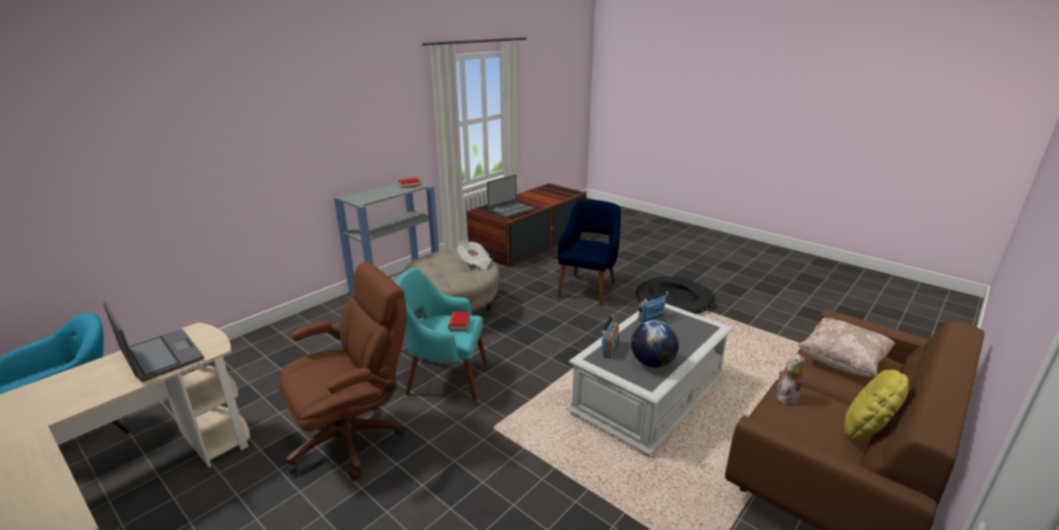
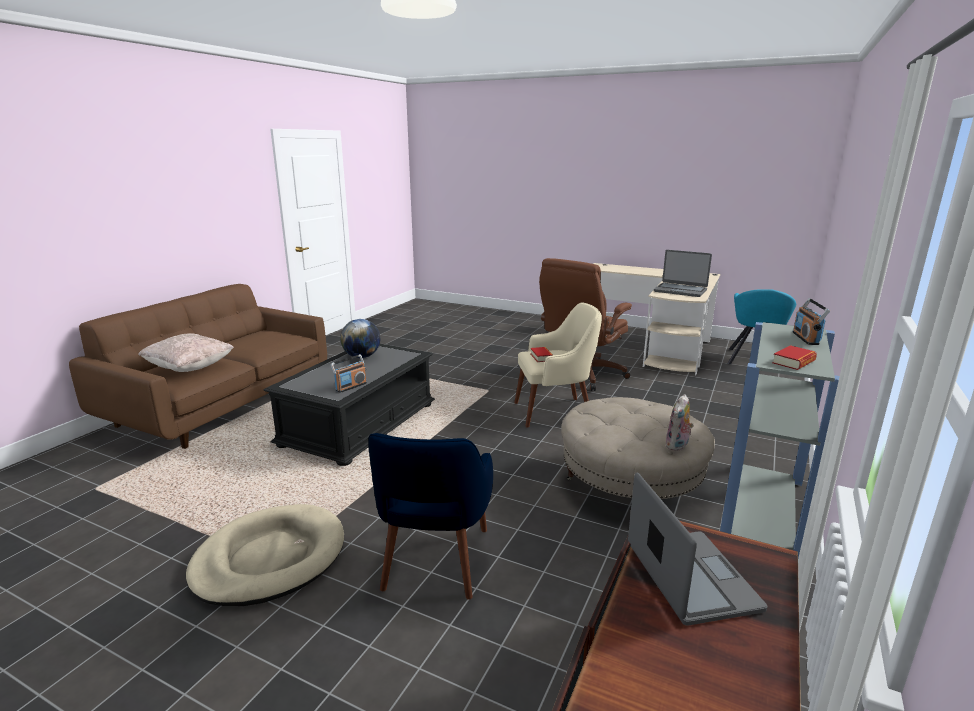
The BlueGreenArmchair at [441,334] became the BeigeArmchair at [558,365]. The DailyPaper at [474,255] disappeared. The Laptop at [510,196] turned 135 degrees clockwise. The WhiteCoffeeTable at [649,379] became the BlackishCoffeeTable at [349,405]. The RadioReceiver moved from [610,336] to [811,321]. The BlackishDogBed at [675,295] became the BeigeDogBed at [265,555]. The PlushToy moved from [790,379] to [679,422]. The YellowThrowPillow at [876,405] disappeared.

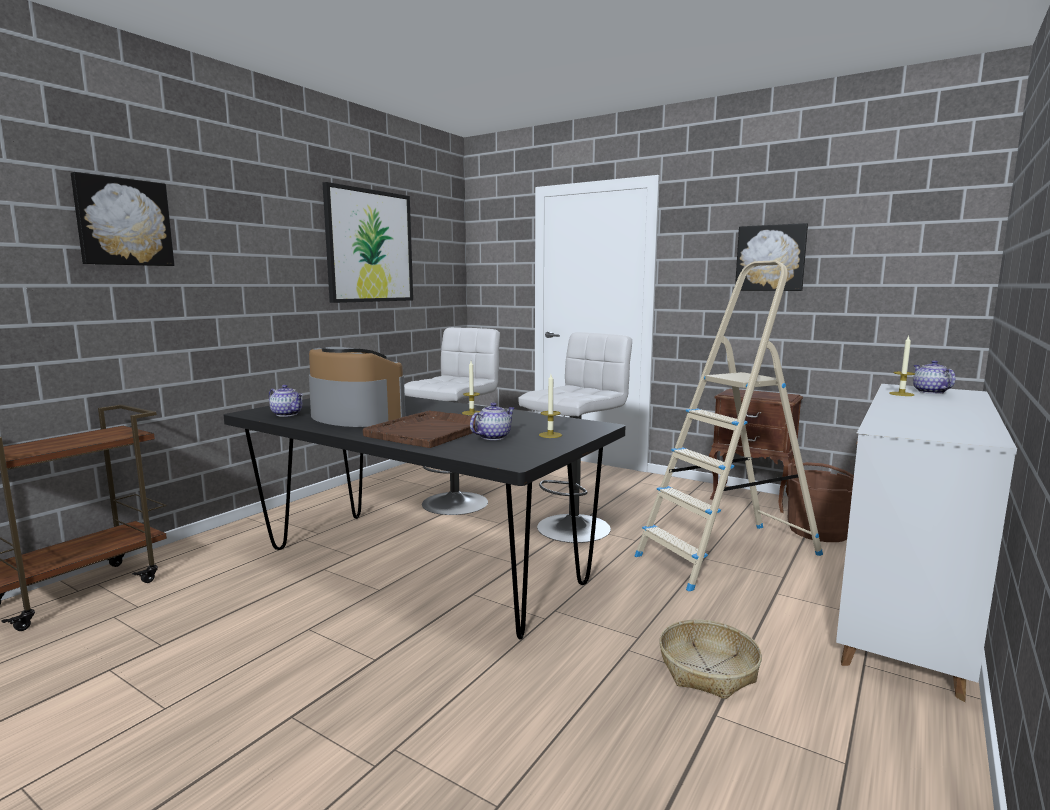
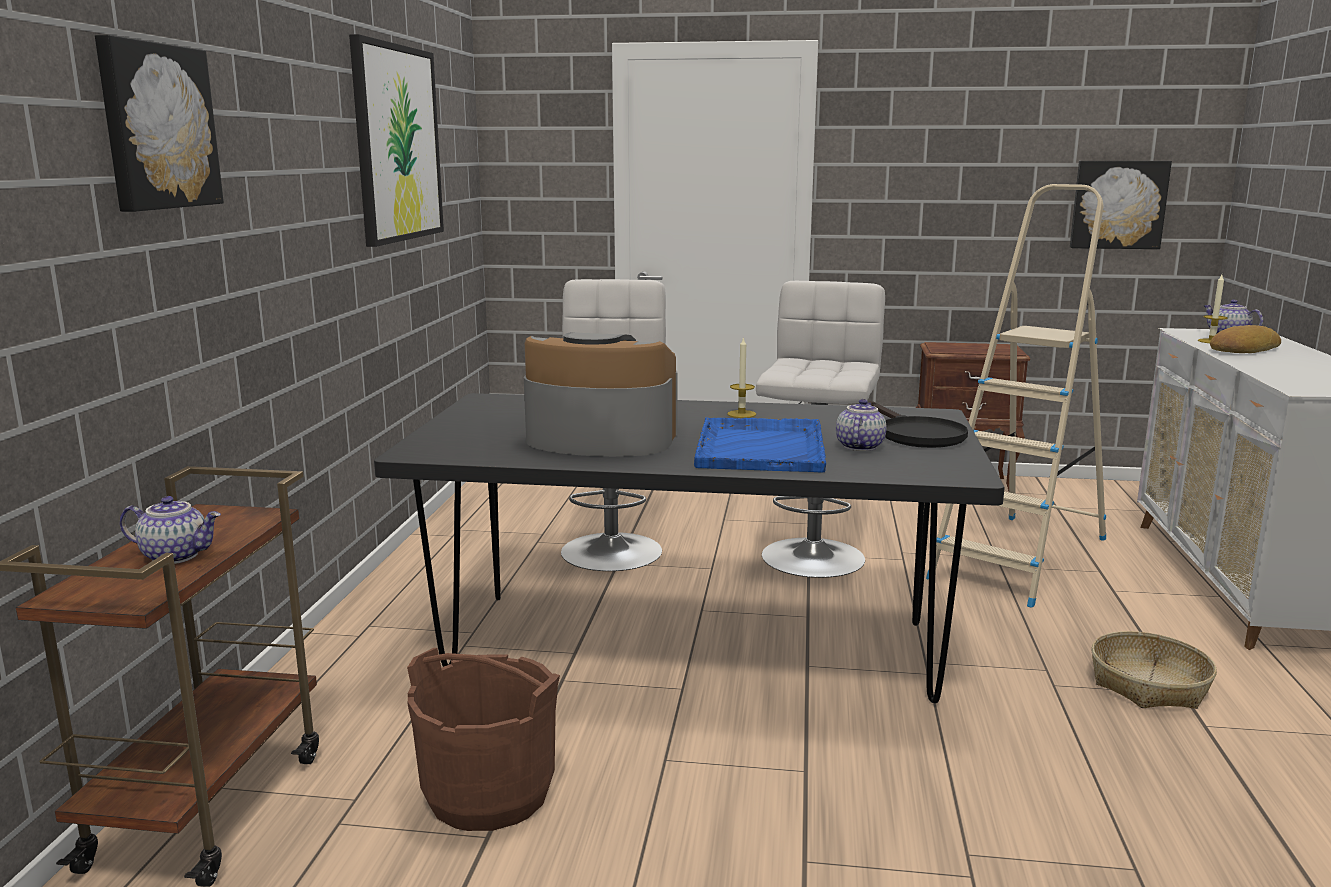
The Teapot moved from [286,401] to [170,530]. The BrownColouredTray at [419,429] became the BluishTray at [760,444]. The WaxLight at [550,406] was replaced by the BlackishFryingPan at [918,424]. The WallPicture moved from [771,257] to [1121,205]. The BrownColouredPail moved from [821,502] to [483,739]. The BakedBread at [1245,339] appeared.

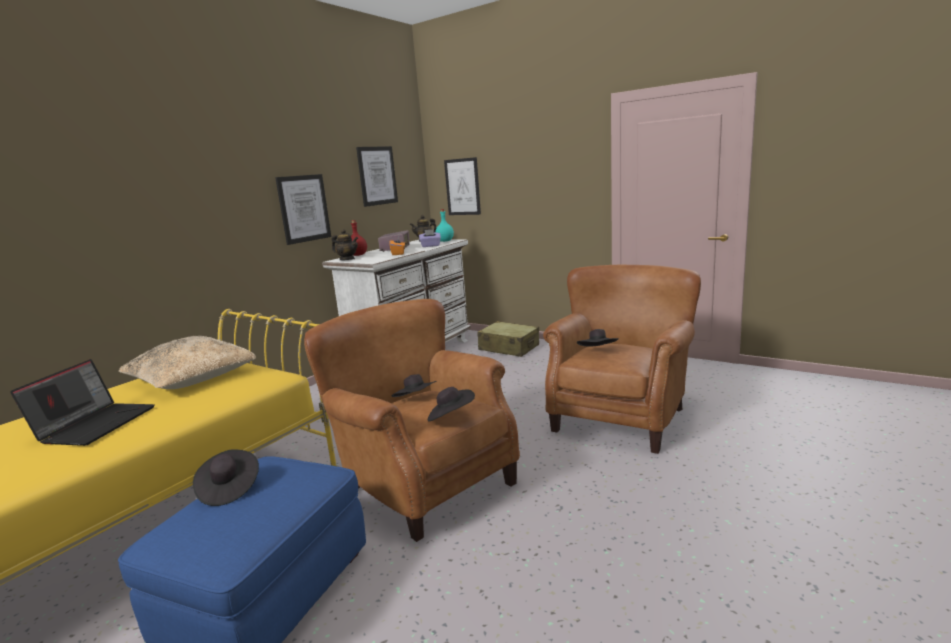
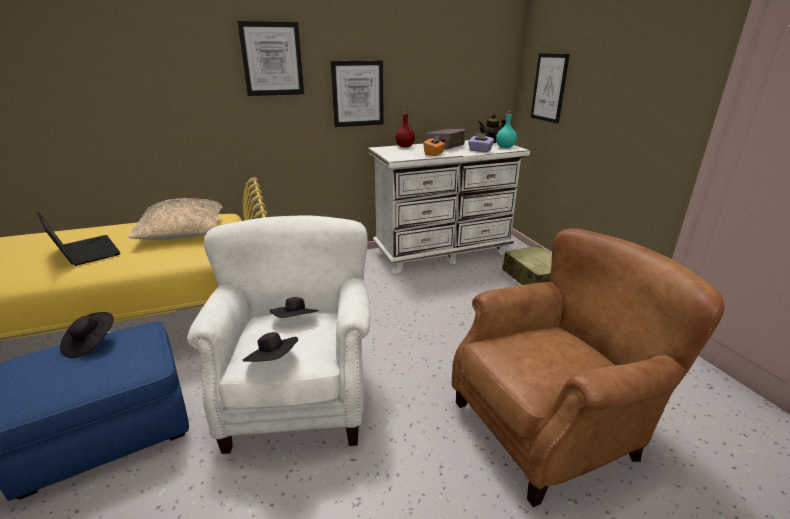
The Laptop at [82,402] turned 90 degrees counterclockwise. The BrownColouredArmchair at [412,420] became the WhiteArmchair at [278,335]. The Teapot at [344,244] disappeared. The WallPicture moved from [377,176] to [270,58]. The BlackishWearableHat at [598,338] disappeared.

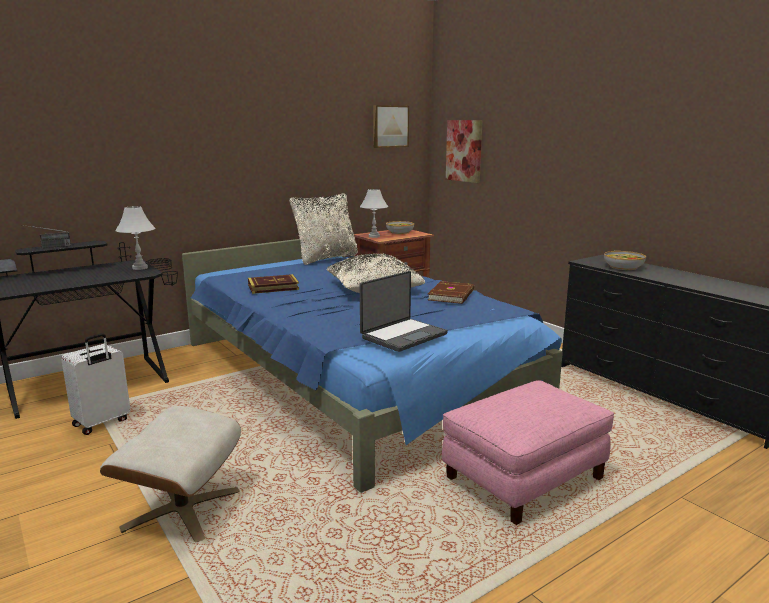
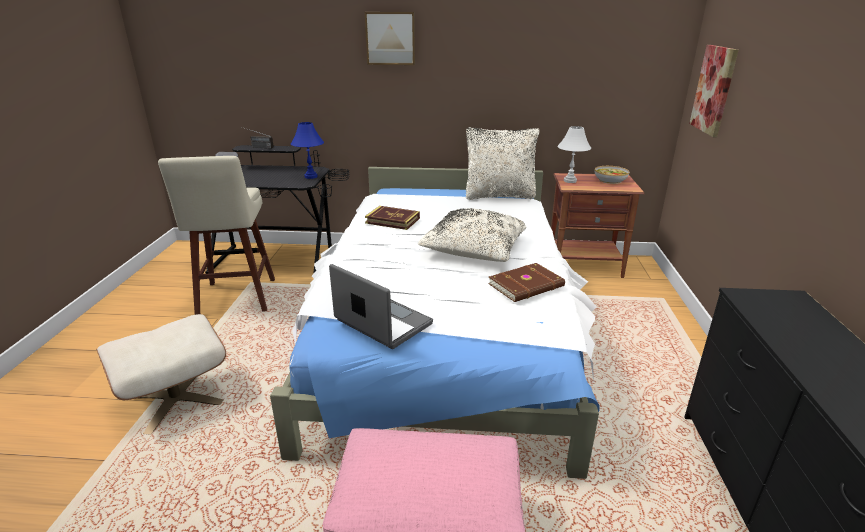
The WhitePieceOfLuggage at [96,384] was replaced by the BeigeStool at [216,235]. The WhiteTabletopLamp at [135,238] became the BluishTabletopLamp at [307,150]. The BluishBedroomBed at [372,366] became the WhiteBedroomBed at [435,323]. The Laptop at [404,311] turned 135 degrees counterclockwise. The WallPicture moved from [391,126] to [390,38]. The ServingBowl at [625,260] disappeared.

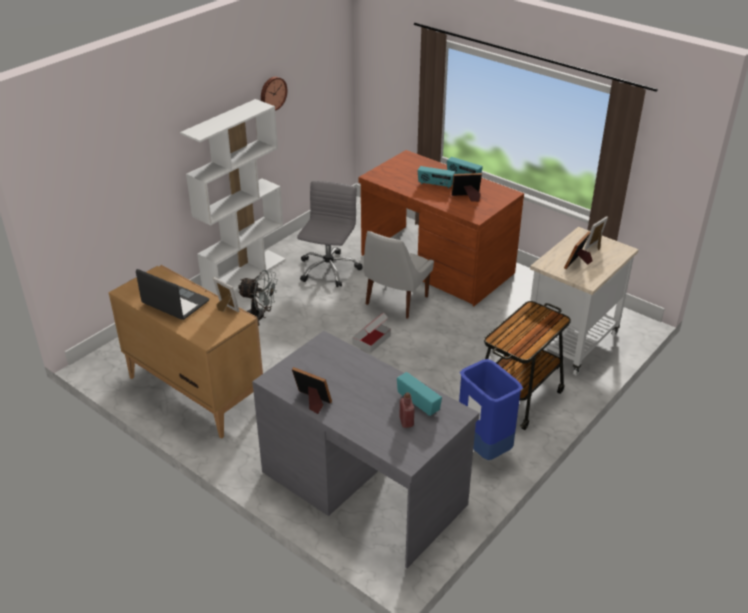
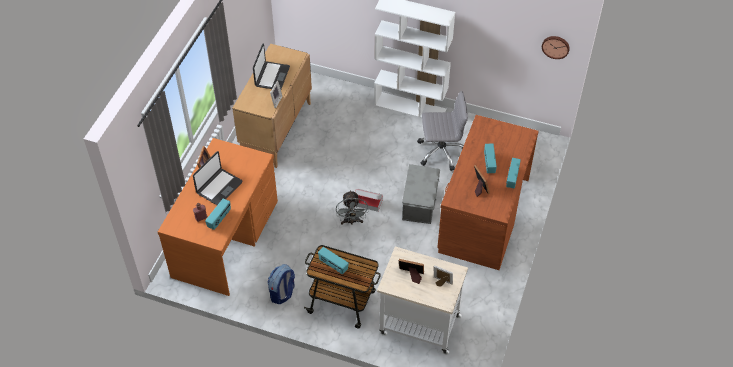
The GrayCoolingFan moved from [258,298] to [352,207]. The GrayDeskTable at [366,449] became the OrangeDeskTable at [218,217]. The WallClock moved from [274,94] to [556,47]. The WhitePlainChair at [399,275] was replaced by the GrayStorageContainer at [421,194]. The BluishWasteBin at [491,409] was replaced by the Backpack at [281,284]. The Laptop at [218,178] appeared. The RadioReceiver at [333,260] appeared.

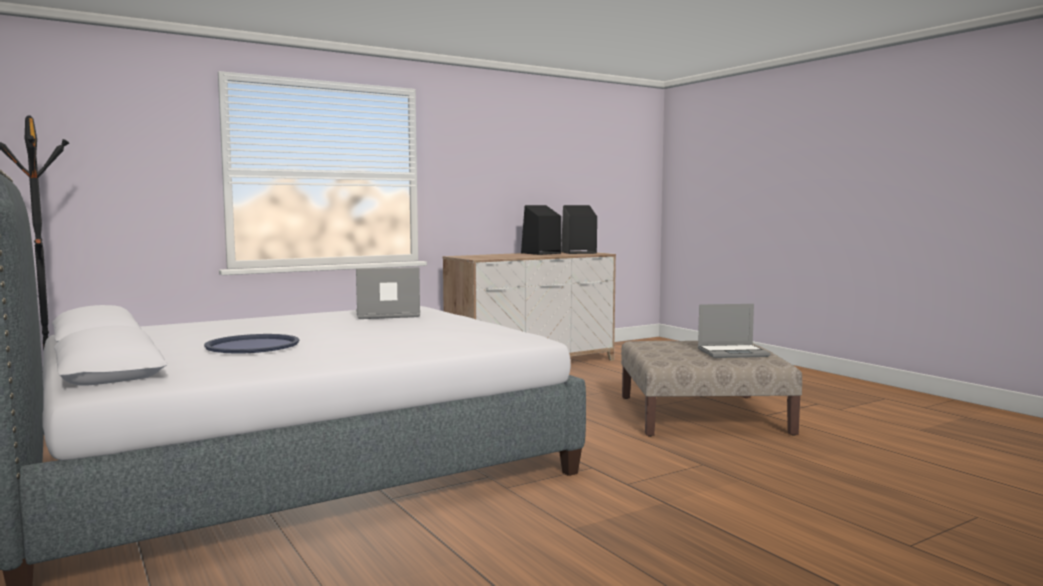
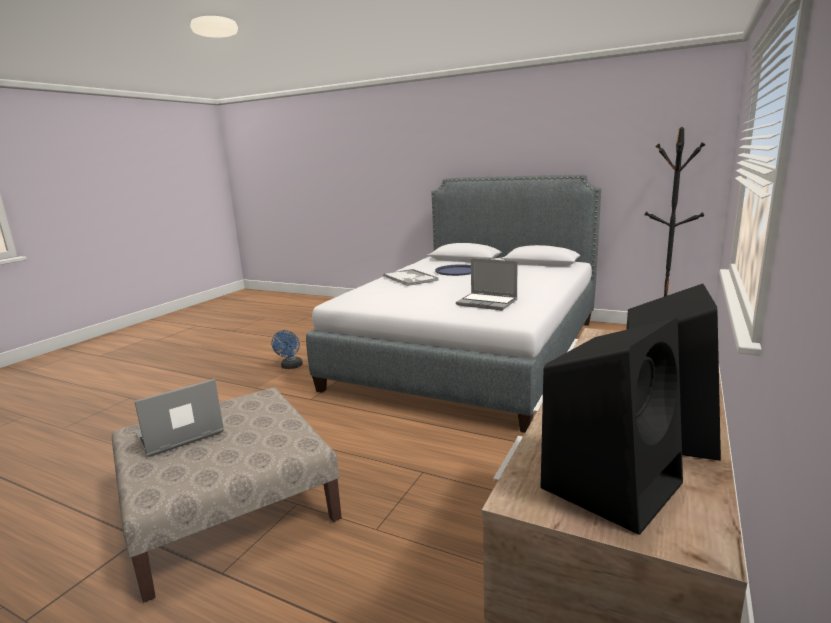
The Laptop at [388,293] turned 75 degrees clockwise. The BluishCoolingFan at [287,349] appeared. The Tray at [410,277] appeared.

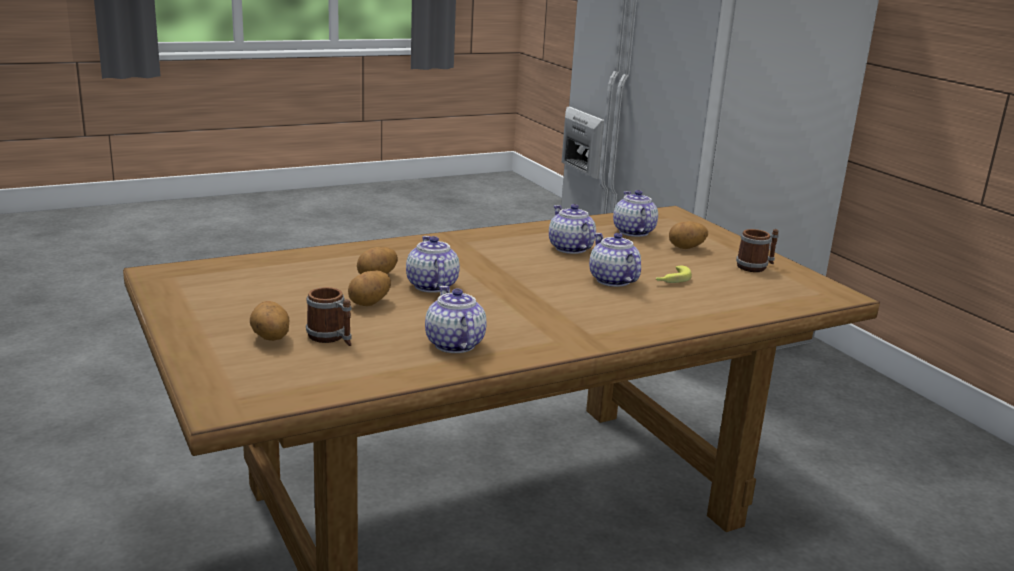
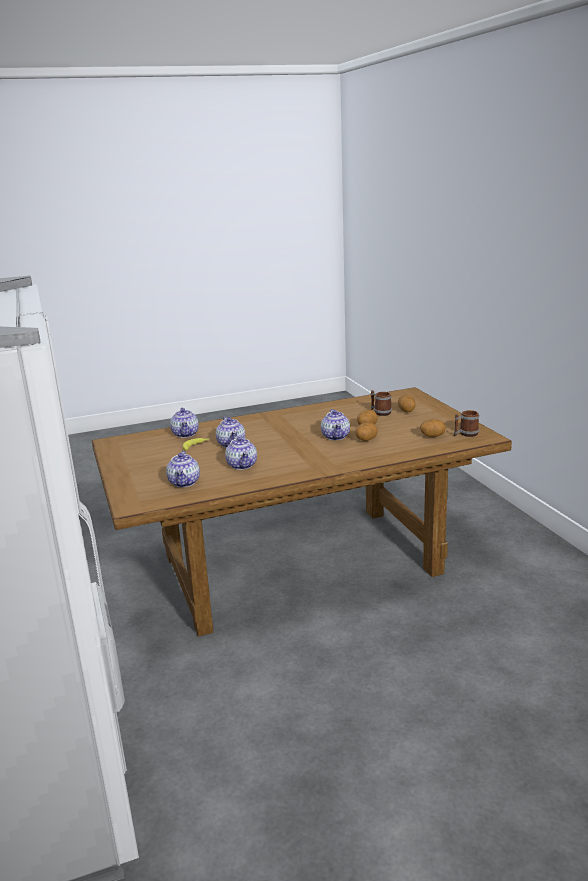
The Teapot moved from [456,319] to [184,423]. The WholePotato moved from [688,235] to [433,428]. The Mug moved from [757,250] to [466,423].

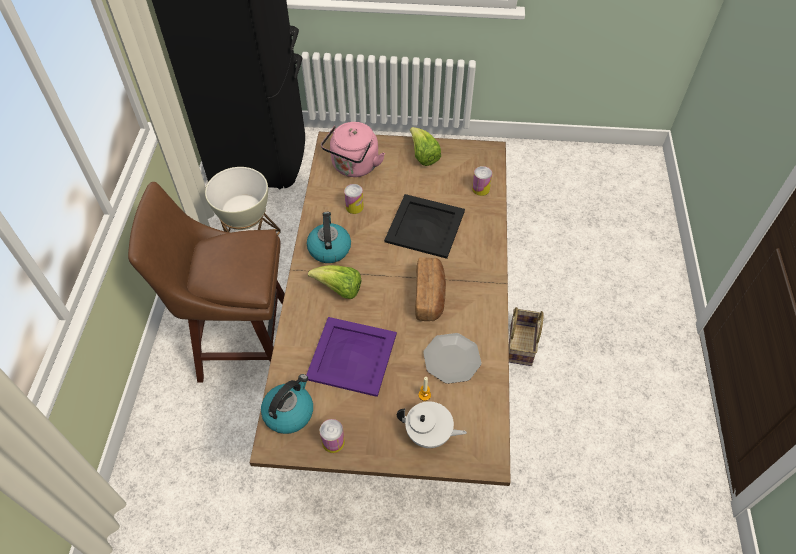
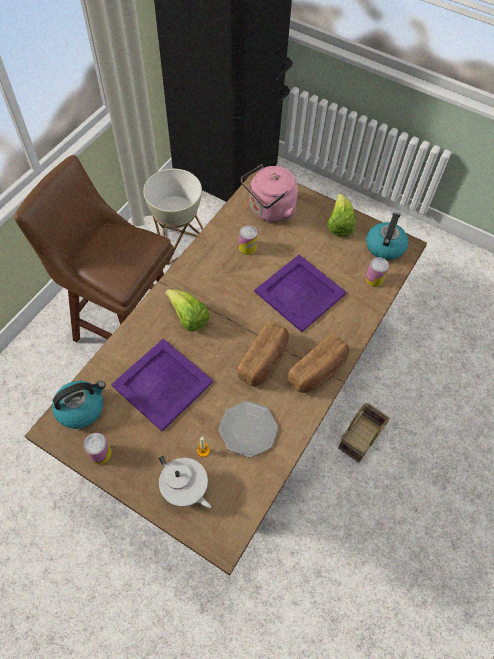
The WaterKettle moved from [329,237] to [387,236]. The BlackishTray at [424,226] became the PurplishTray at [300,293]. The BakedBread at [318,363] appeared.

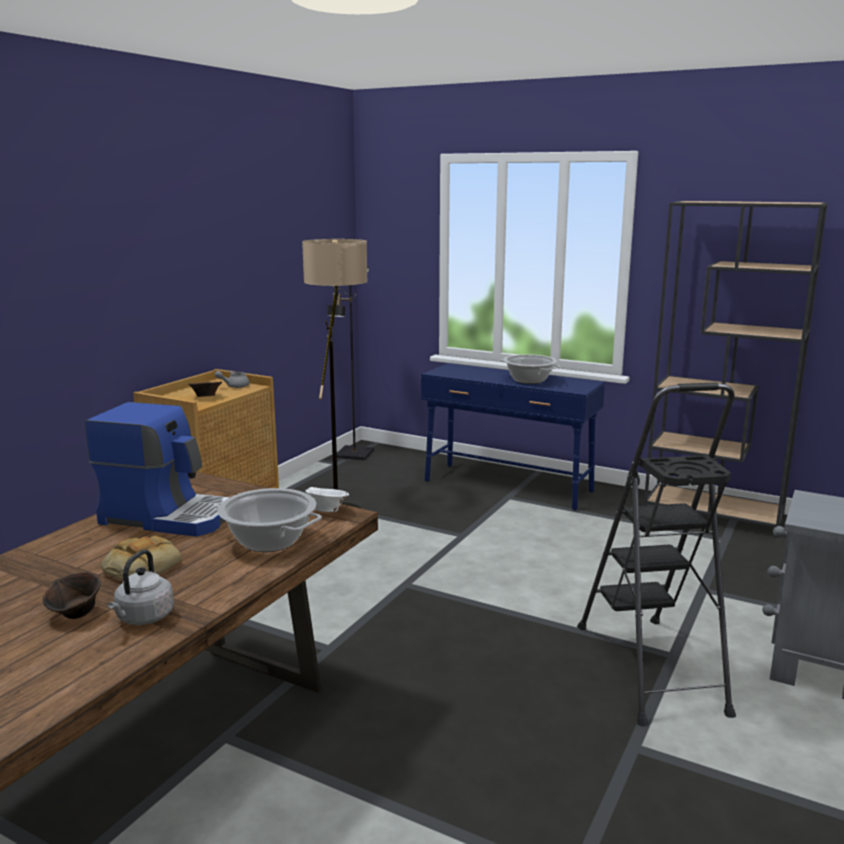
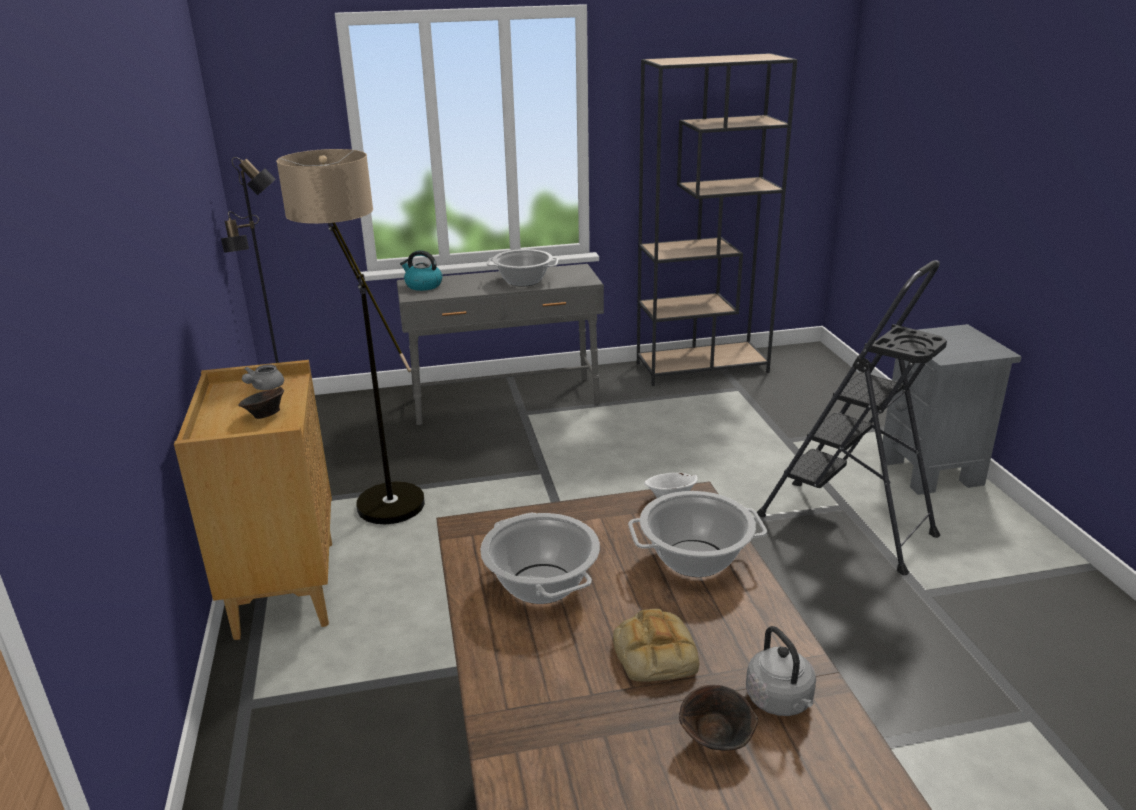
The CoffeeBrewer at [157,469] was replaced by the CookingPot at [540,558]. The BluishConsoleTable at [513,436] became the GrayConsoleTable at [500,344]. The WaterKettle at [421,270] appeared.

